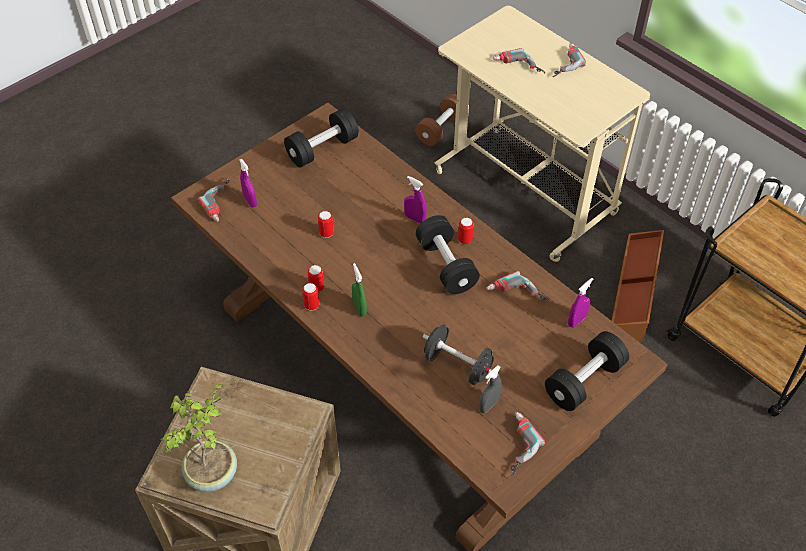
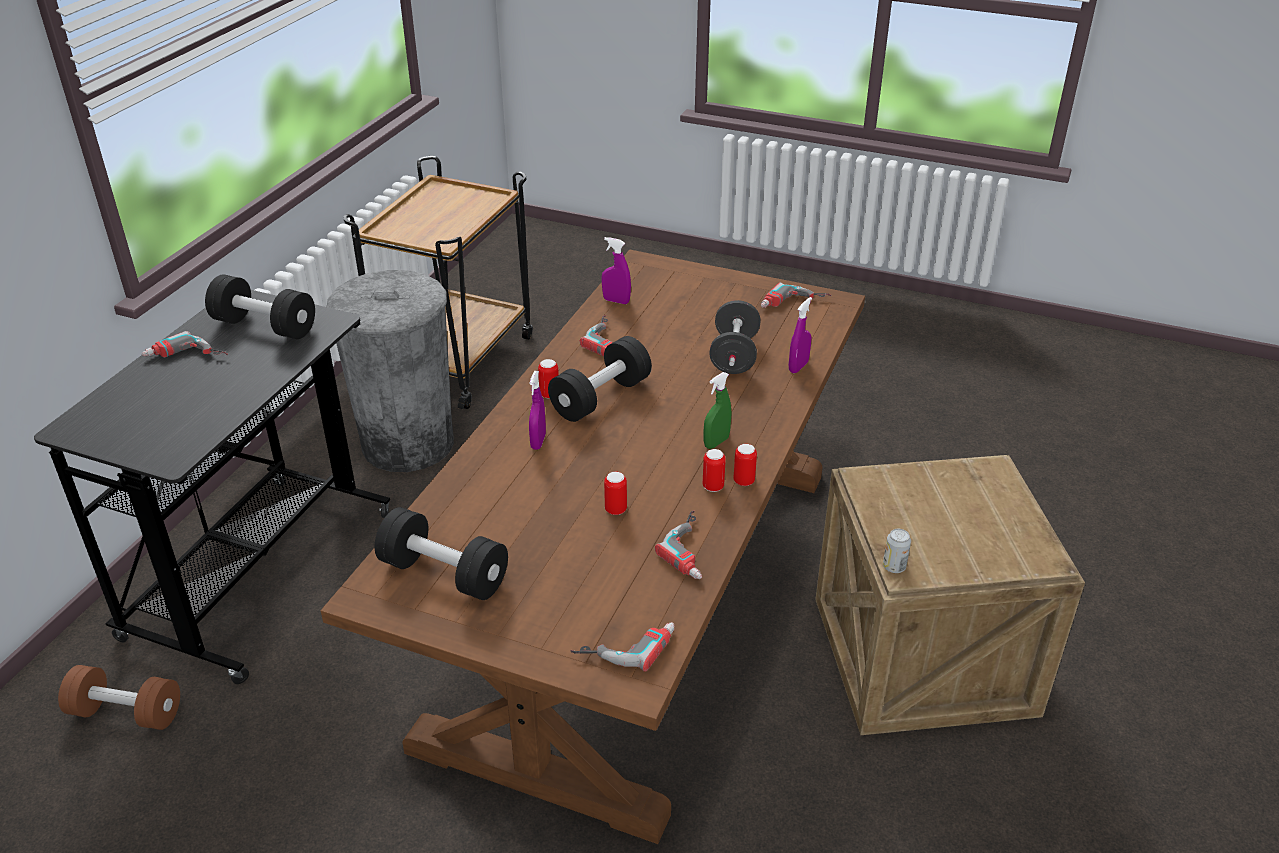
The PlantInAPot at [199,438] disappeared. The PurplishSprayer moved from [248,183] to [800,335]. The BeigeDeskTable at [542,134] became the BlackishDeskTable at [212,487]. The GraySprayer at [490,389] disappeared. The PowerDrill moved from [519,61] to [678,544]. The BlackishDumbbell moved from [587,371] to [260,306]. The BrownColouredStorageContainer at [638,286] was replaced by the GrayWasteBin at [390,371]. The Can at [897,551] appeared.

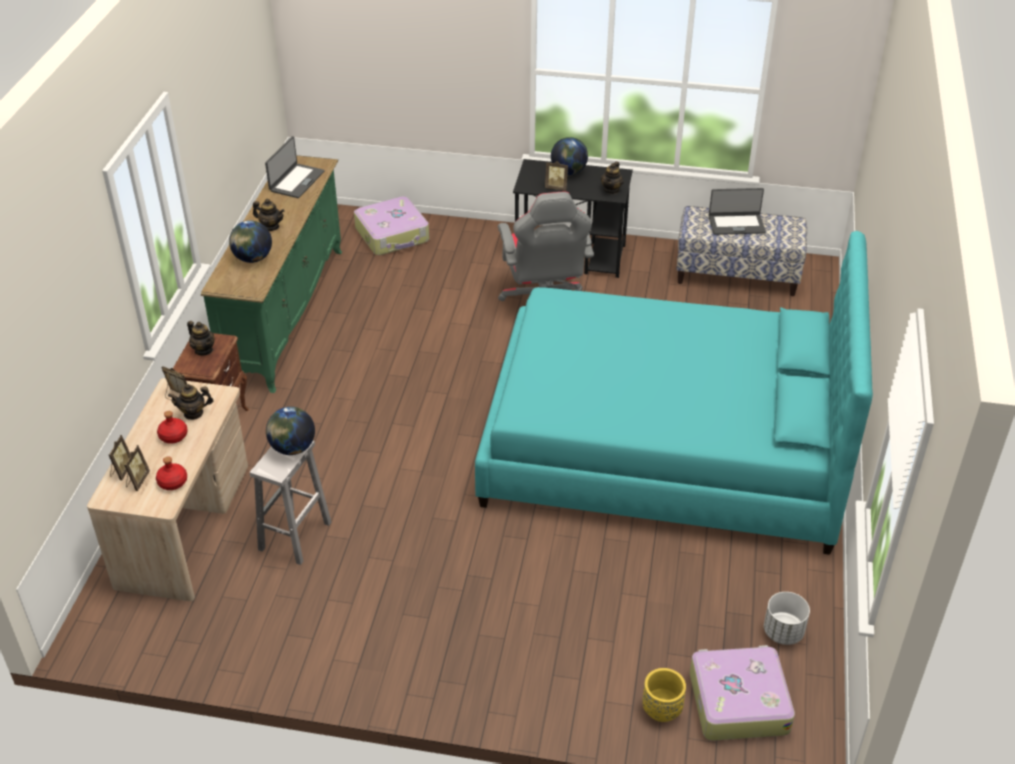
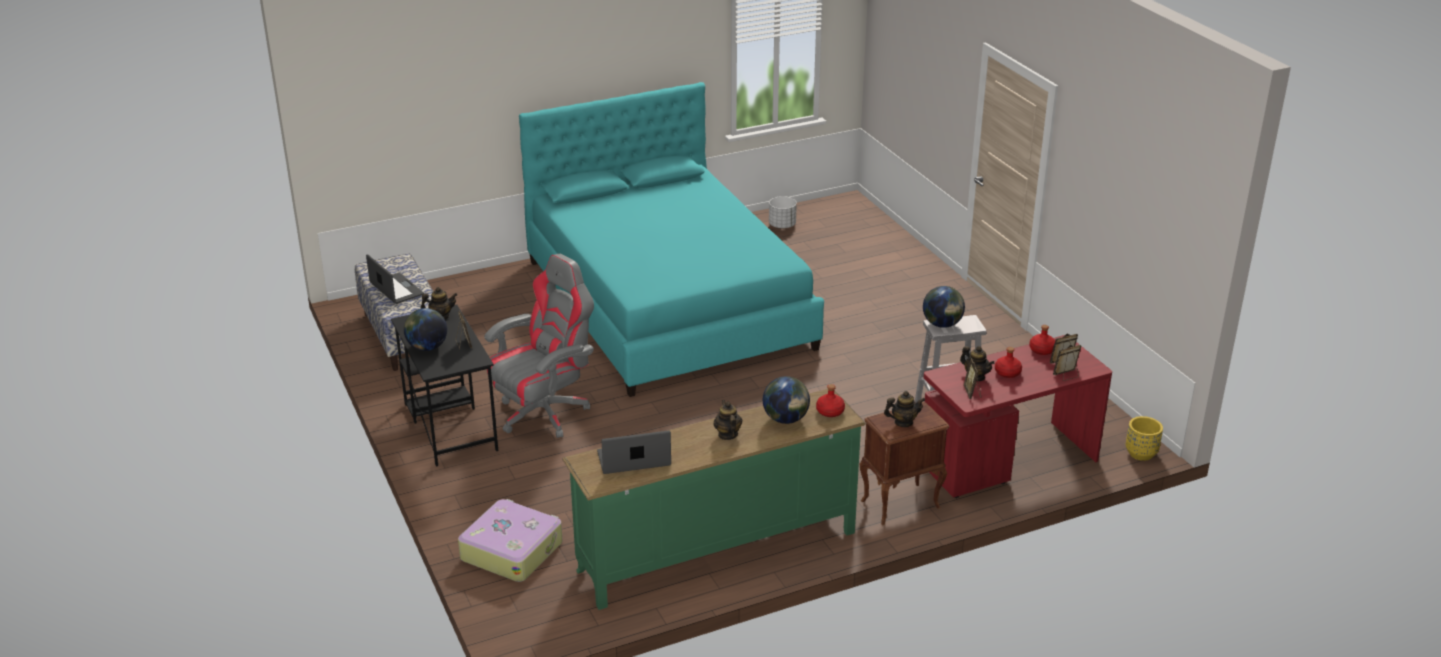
The BeigeDeskTable at [167,489] became the RedColouredDeskTable at [1018,416]. The Teapot at [201,338] turned 75 degrees clockwise. The YellowFlowerPot moved from [664,695] to [1144,438]. The PieceOfLuggage at [742,693] disappeared. The RedColouredBottle at [830,400] appeared.

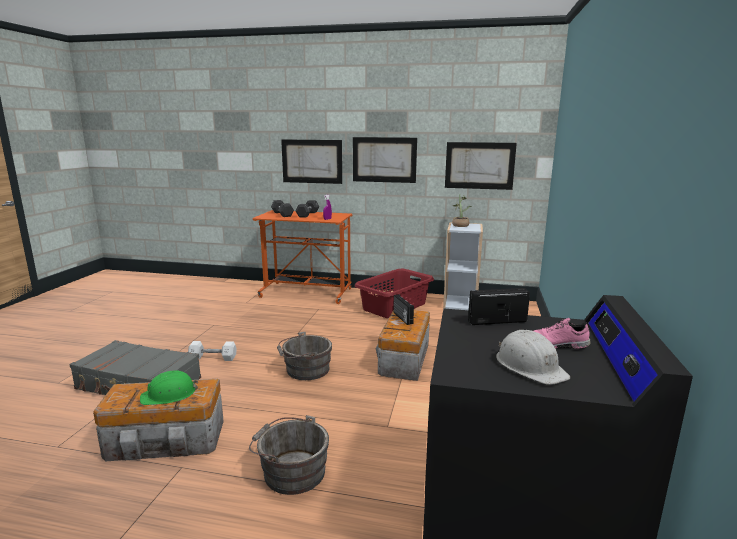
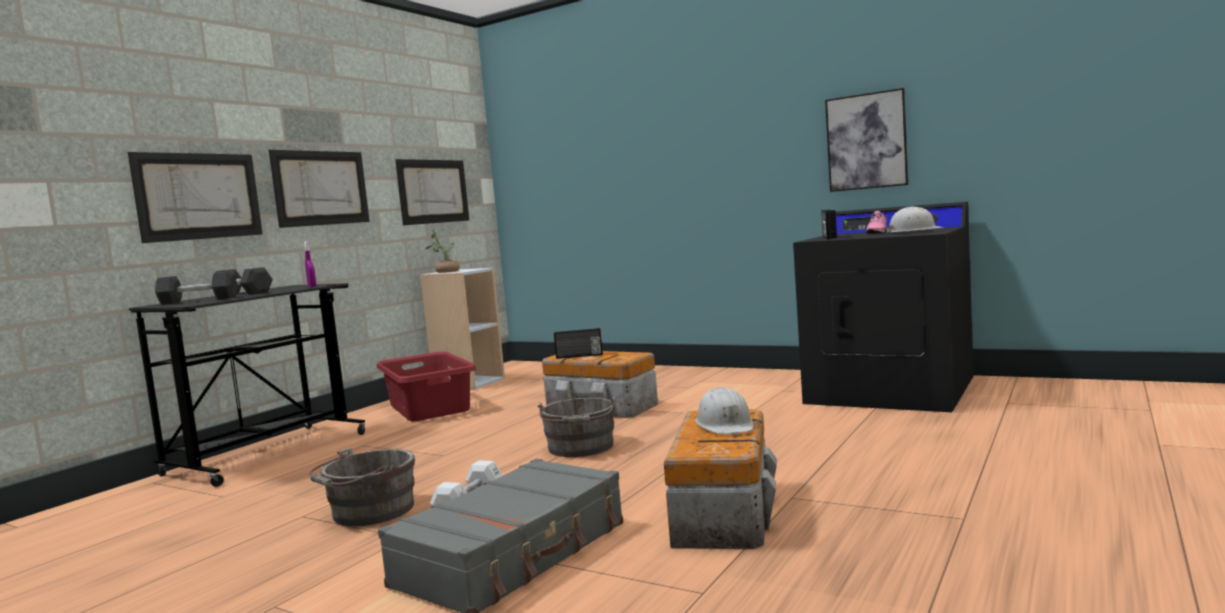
The GreenishSafetyHelmet at [169,387] became the WhiteSafetyHelmet at [724,410]. The GrayPail moved from [289,455] to [362,487]. The OrangeDeskTable at [302,257] became the BlackishDeskTable at [247,385]. The WallPicture at [866,140] appeared.

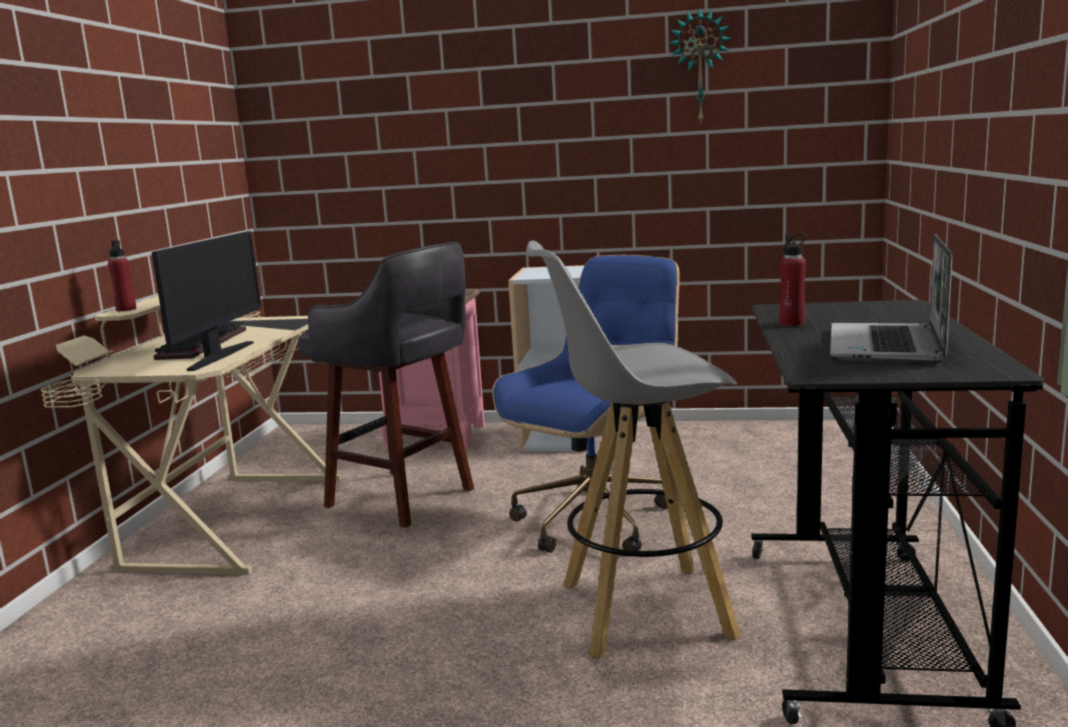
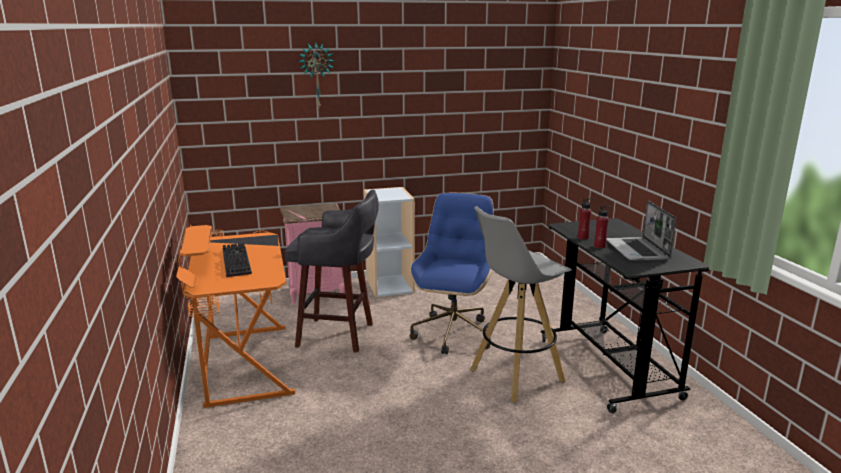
The BeigeDeskTable at [191,435] became the OrangeDeskTable at [235,316]. The RedColouredBottle moved from [122,275] to [602,226]. The ComputerScreen at [207,301] disappeared. The WallClock moved from [700,65] to [316,74].

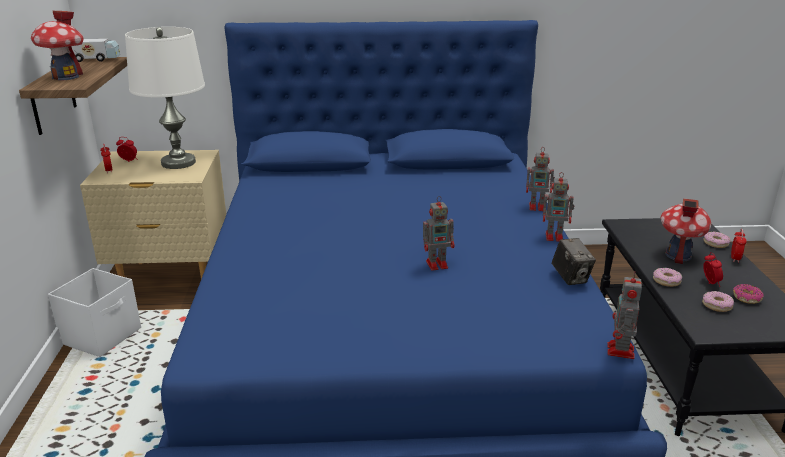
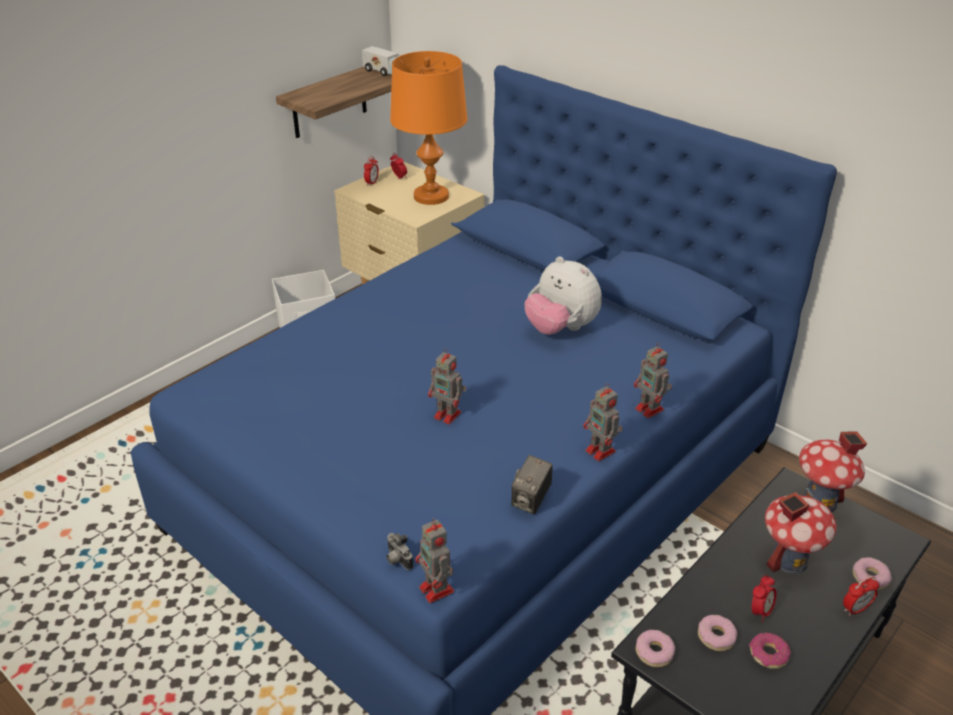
The ToyHouse moved from [57,46] to [833,471]. The WhiteTabletopLamp at [165,98] became the OrangeTabletopLamp at [429,128]. The ModelRobot at [624,315] turned 90 degrees counterclockwise. The Donut moved from [667,277] to [655,648]. The PhotoCamera at [400,551] appeared. The PlushToy at [563,296] appeared.

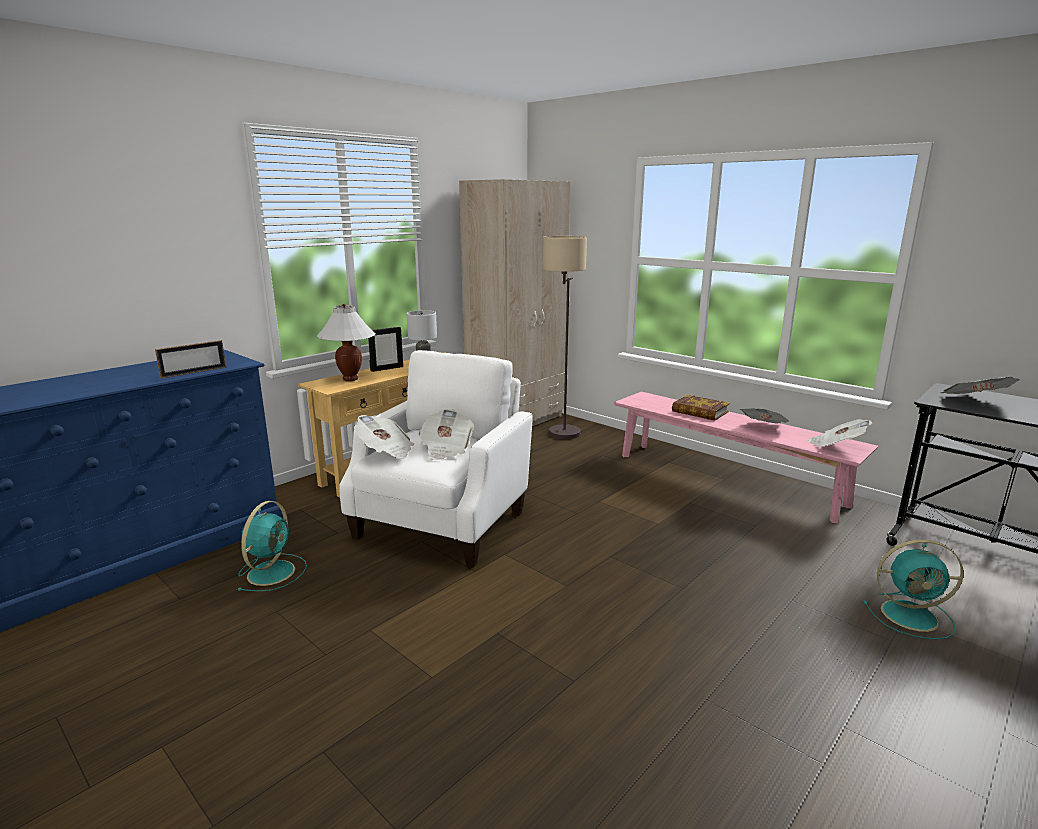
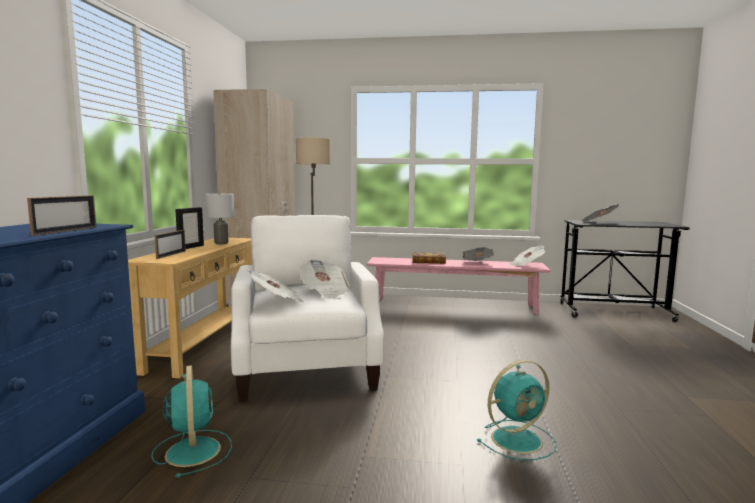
The WhiteTabletopLamp at [346,342] was replaced by the StandingFrame at [170,244]. The BlueGreenCoolingFan moved from [913,589] to [517,410].

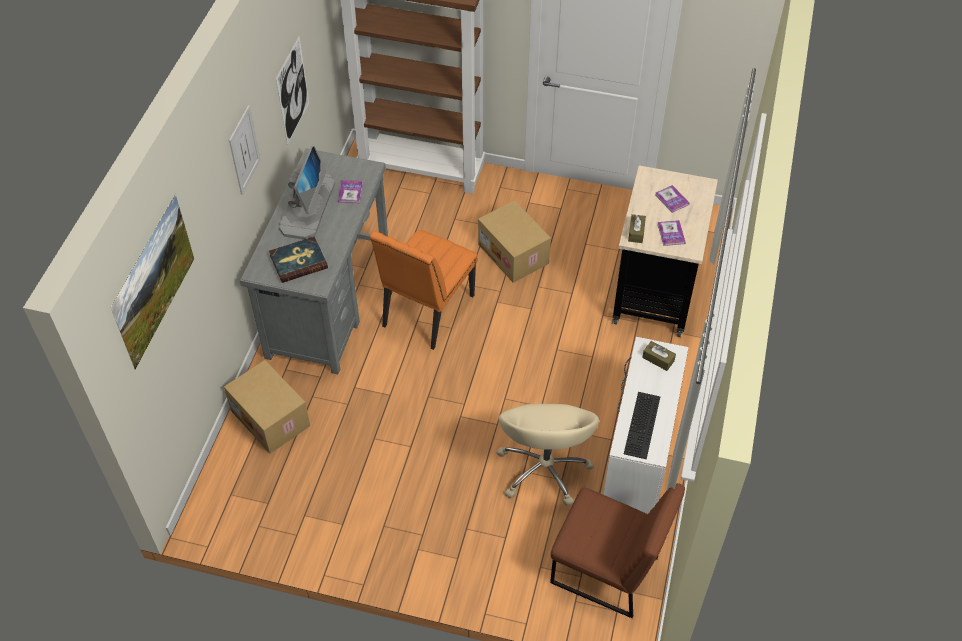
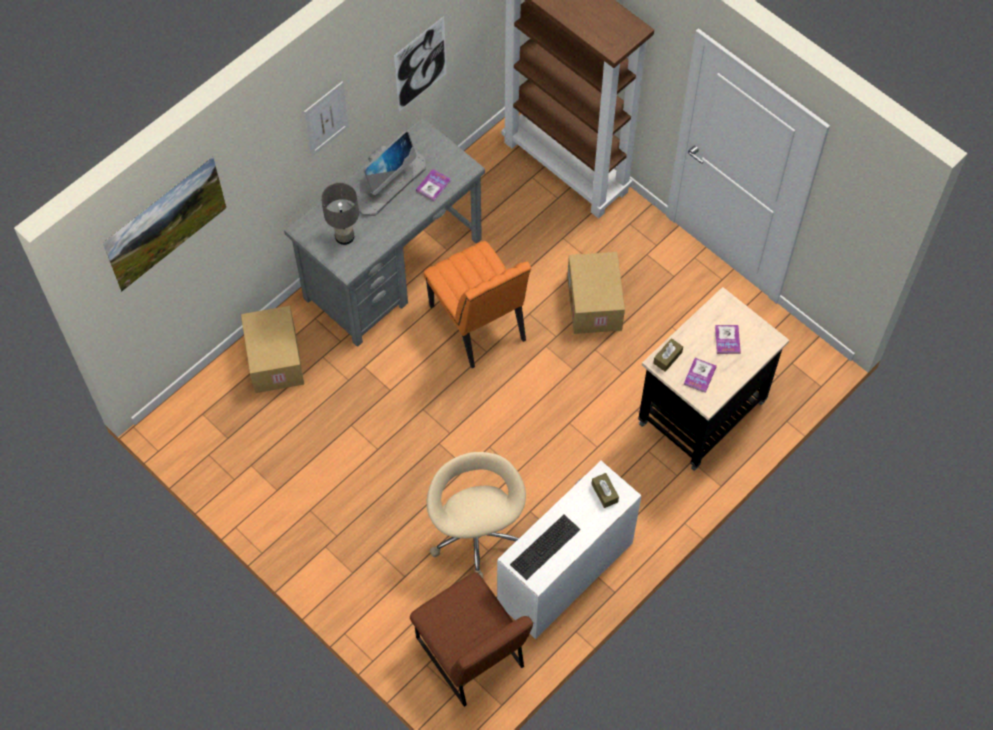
The Book at [298,260] was replaced by the GrayTabletopLamp at [340,214]. The OrangePlainChair at [424,290] turned 90 degrees counterclockwise. The BeigeDeskChair at [547,455] turned 135 degrees clockwise.

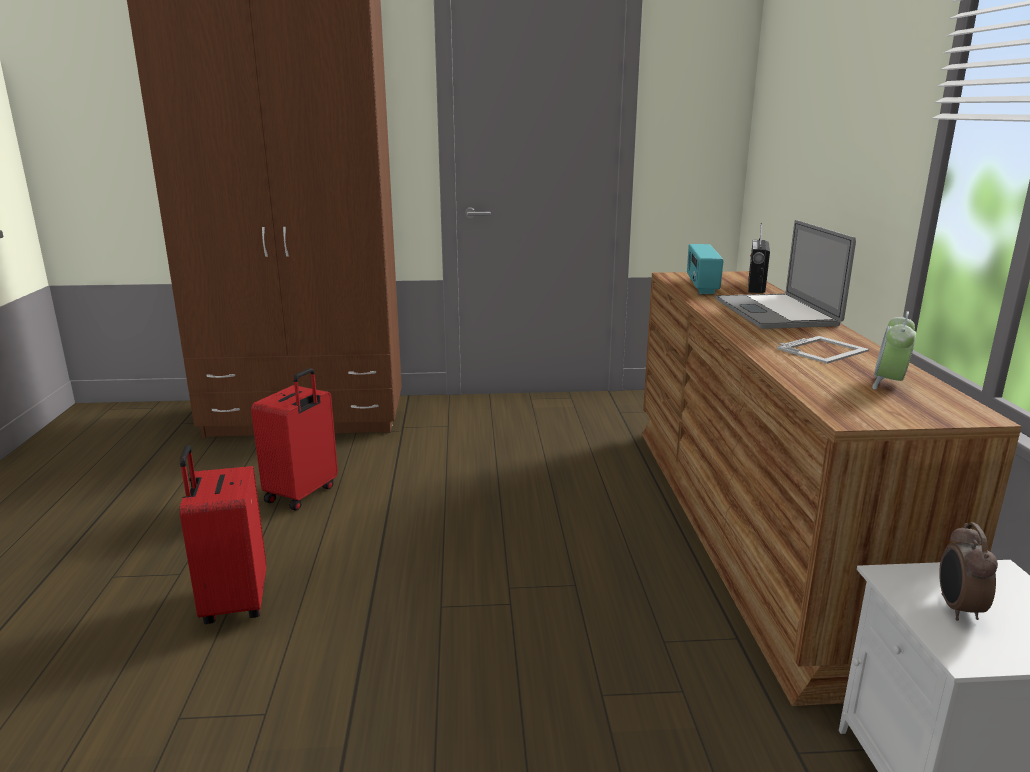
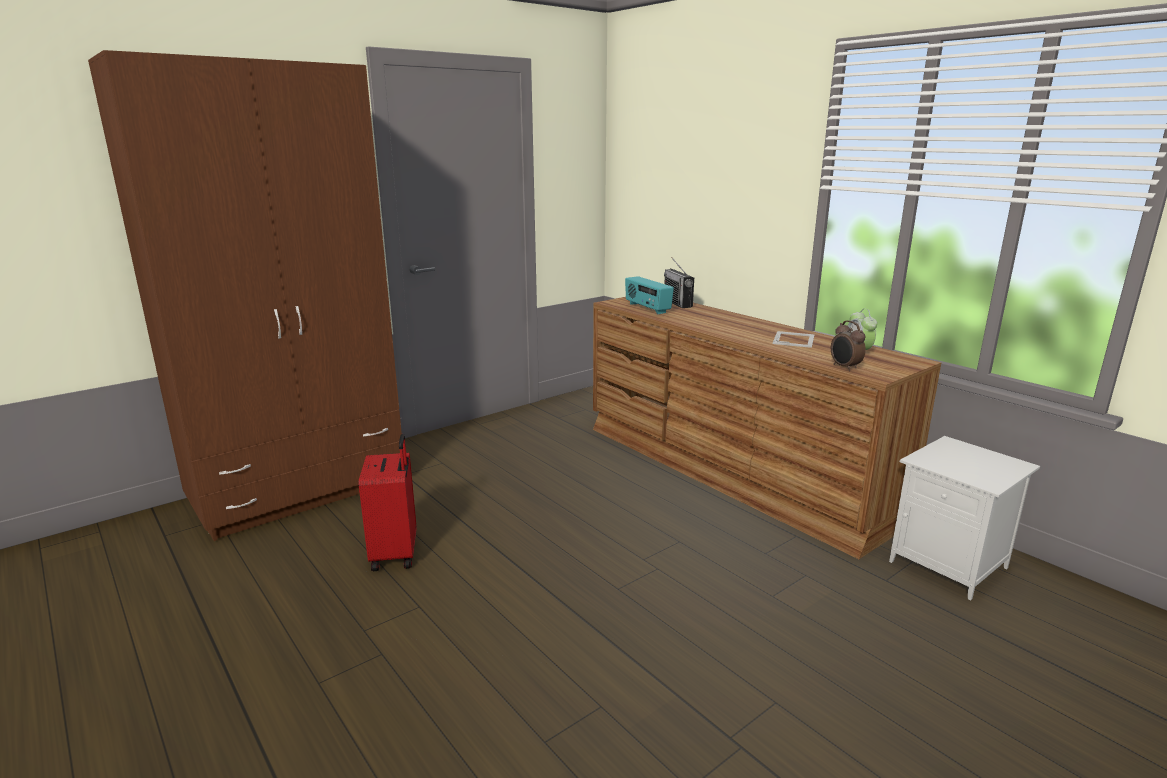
The RedColouredPieceOfLuggage at [222,534] disappeared. The Laptop at [785,274] disappeared. The TableClock moved from [968,571] to [848,345].

